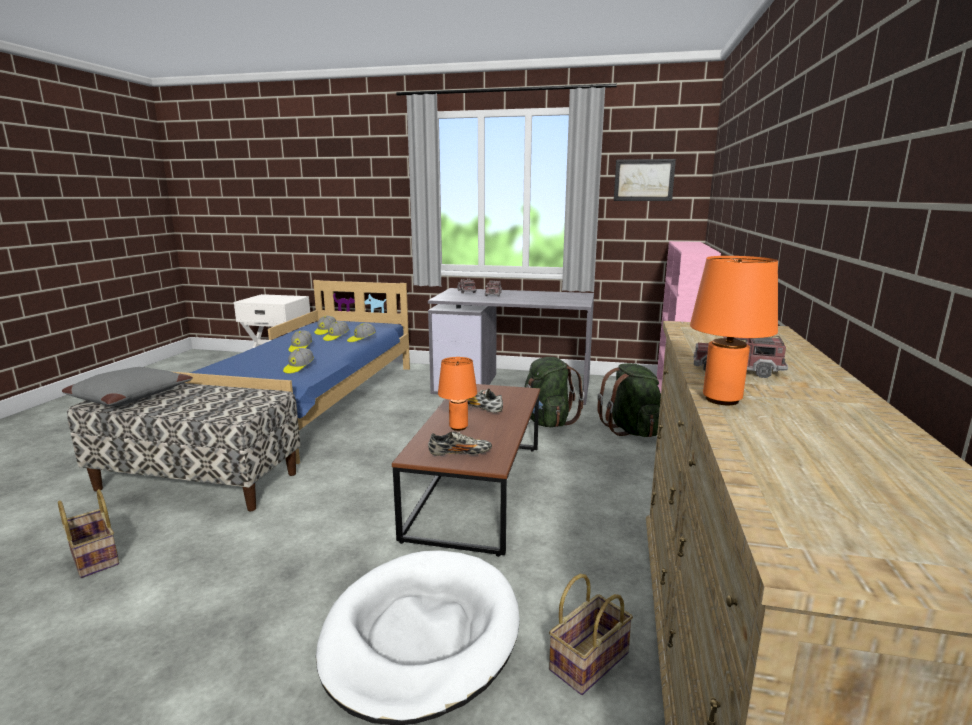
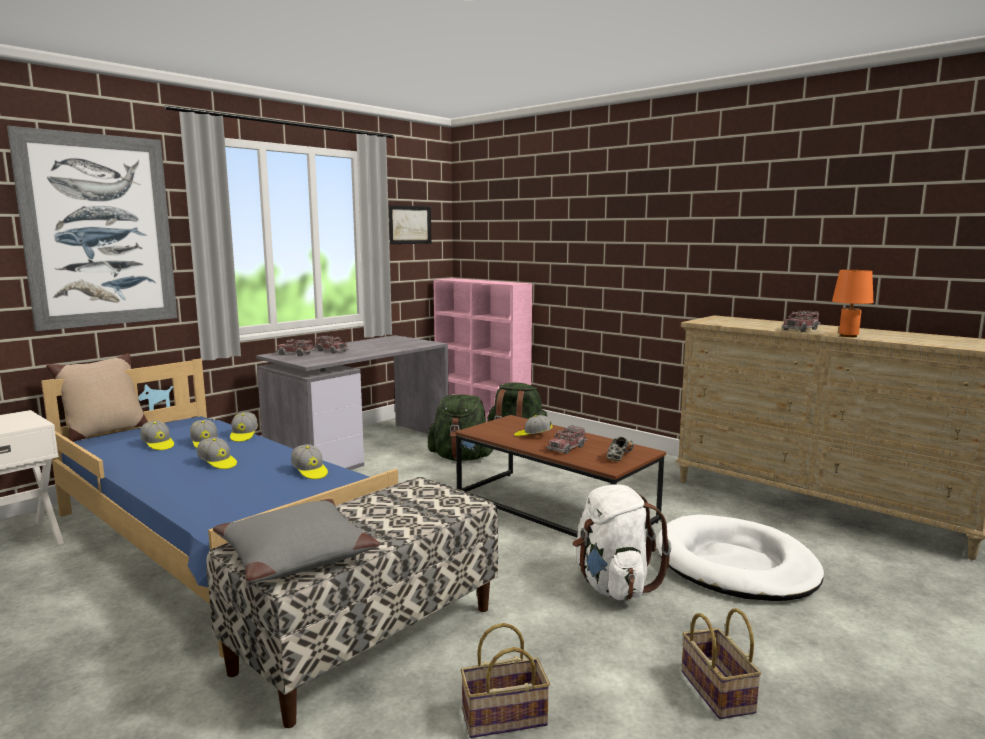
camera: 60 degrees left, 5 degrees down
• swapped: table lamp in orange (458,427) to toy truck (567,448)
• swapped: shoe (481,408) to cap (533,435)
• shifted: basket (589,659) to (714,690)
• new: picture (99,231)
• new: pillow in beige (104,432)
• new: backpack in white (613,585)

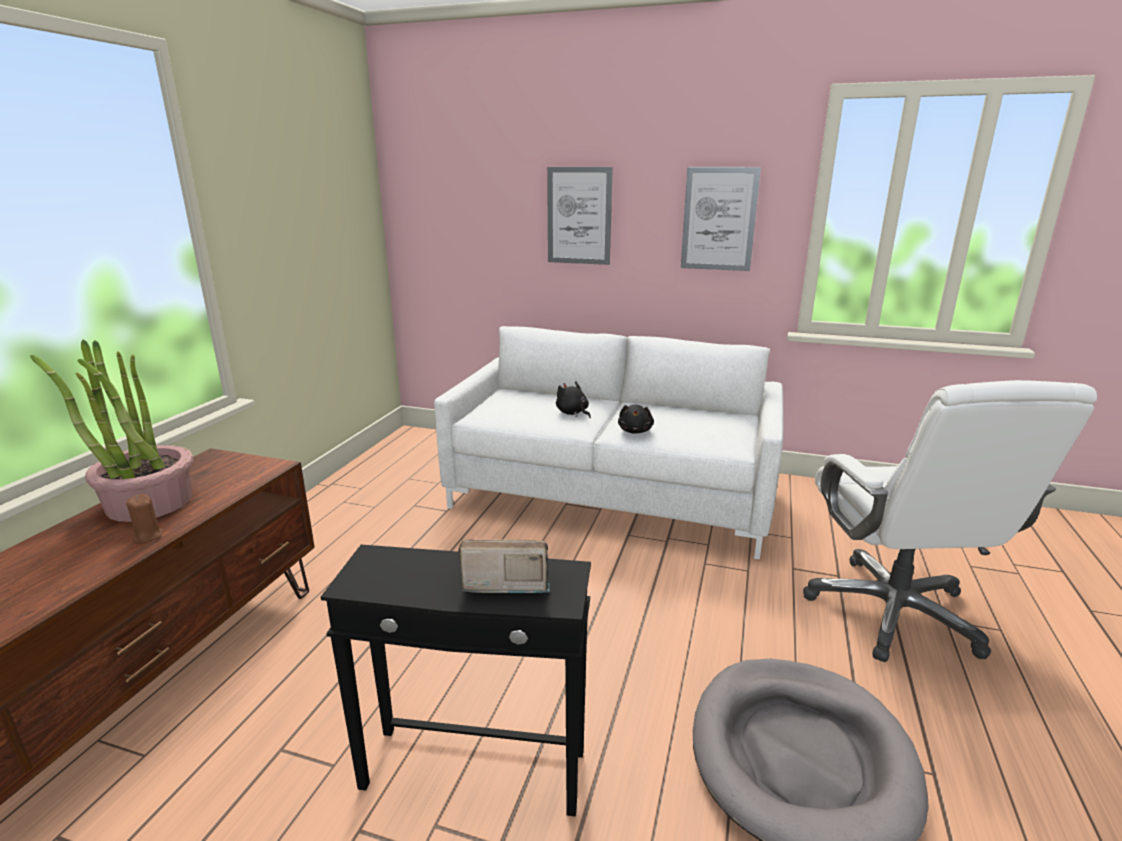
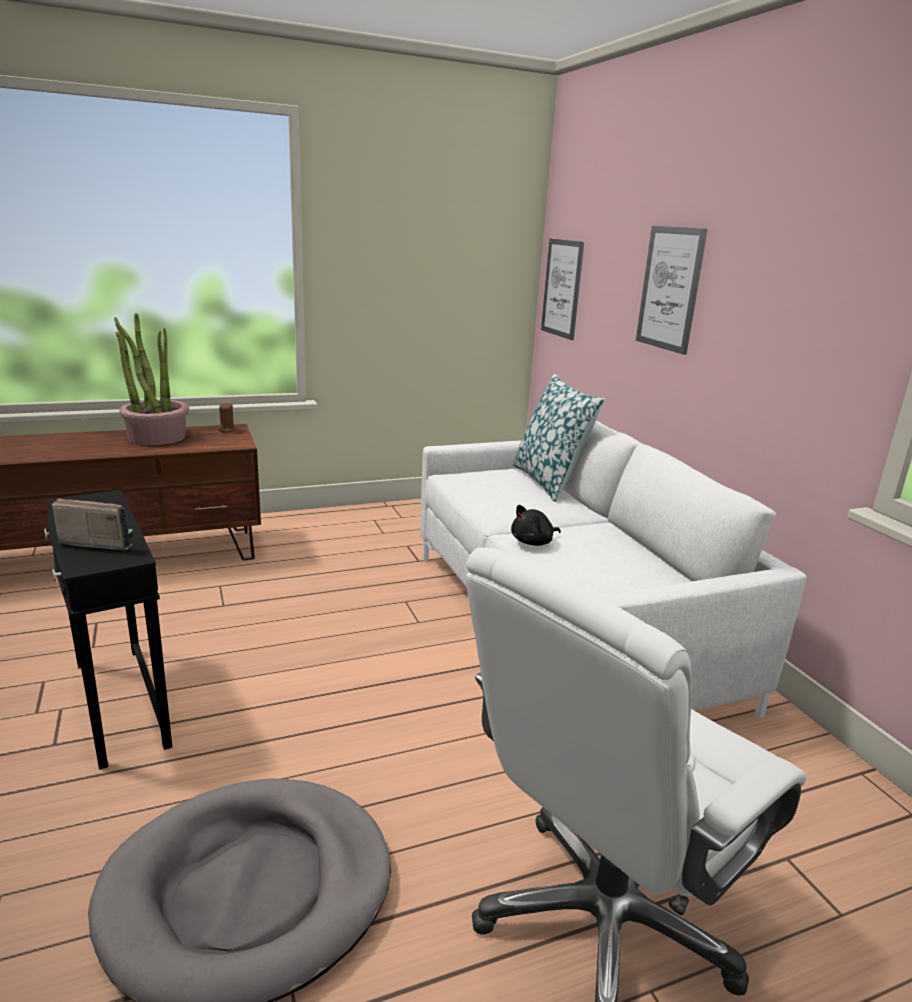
camera: 50 degrees right, 0 degrees up
• shifted: picture (719,219) to (562,288)
• gone: plush toy in black (573,413)
• shifted: candle in brown (147,536) to (227,430)
• rotated: radio (504,582) = (98,541) 45 degrees counterclockwise
• new: pillow (549,481)

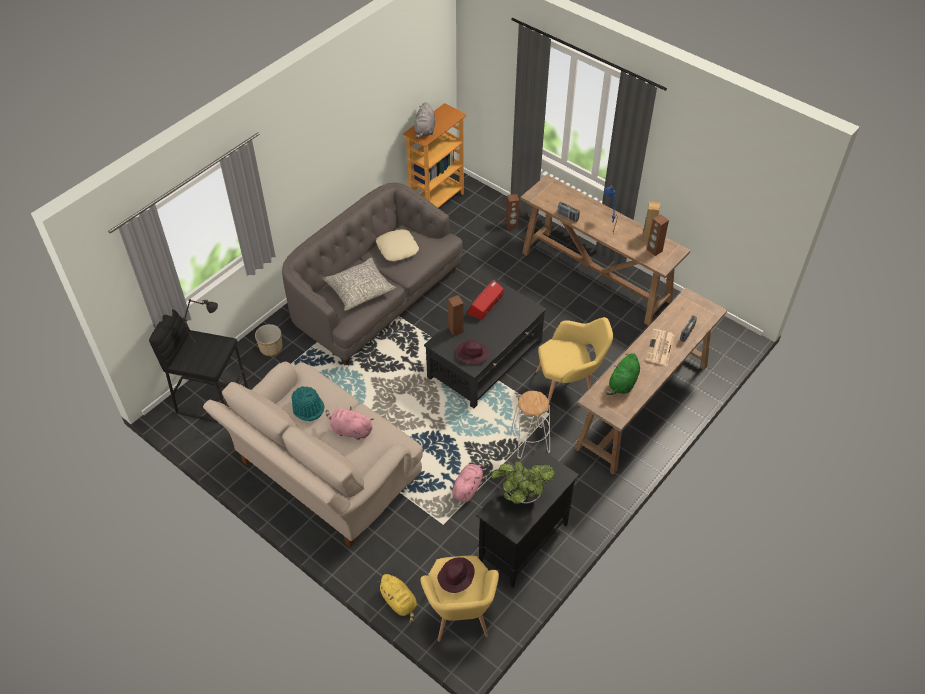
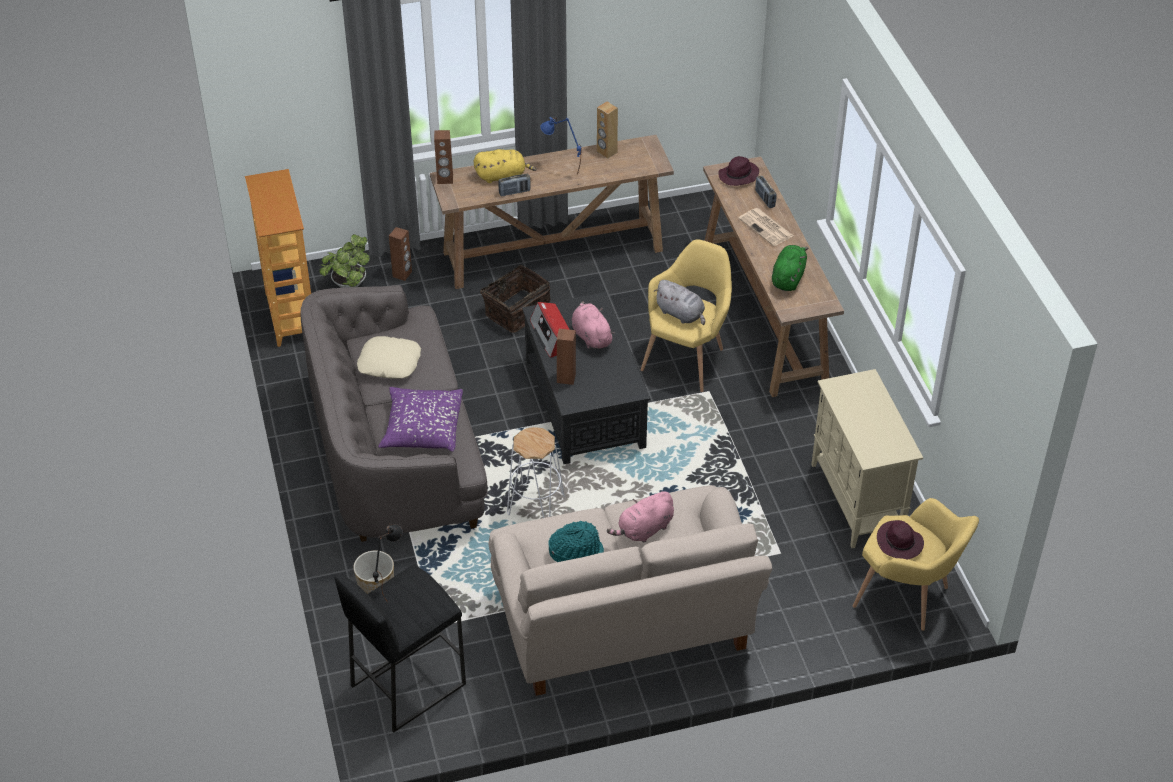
camera: 55 degrees left, 5 degrees down
• shifted: plush toy in grey (425,130) to (681,314)
• shifted: speaker in brown (654,250) to (445,179)
• repainted: pillow in grey (359,289) to pillow in purple (422,427)
• shifted: hat in purple (471,354) to (738,176)
• rotated: plush toy in green (622,384) = (788,278) 135 degrees counterclockwise
• shifted: stool in white (530,442) to (536,505)
• repainted: cabinet in black (523,544) to cabinet in beige (857,501)
• shifted: potted plant (522,495) to (348,286)
• shifted: plush toy in pink (468,487) to (591,336)
• shifted: plush toy in yellow (399,602) to (503,176)
• new: basket (516,311)

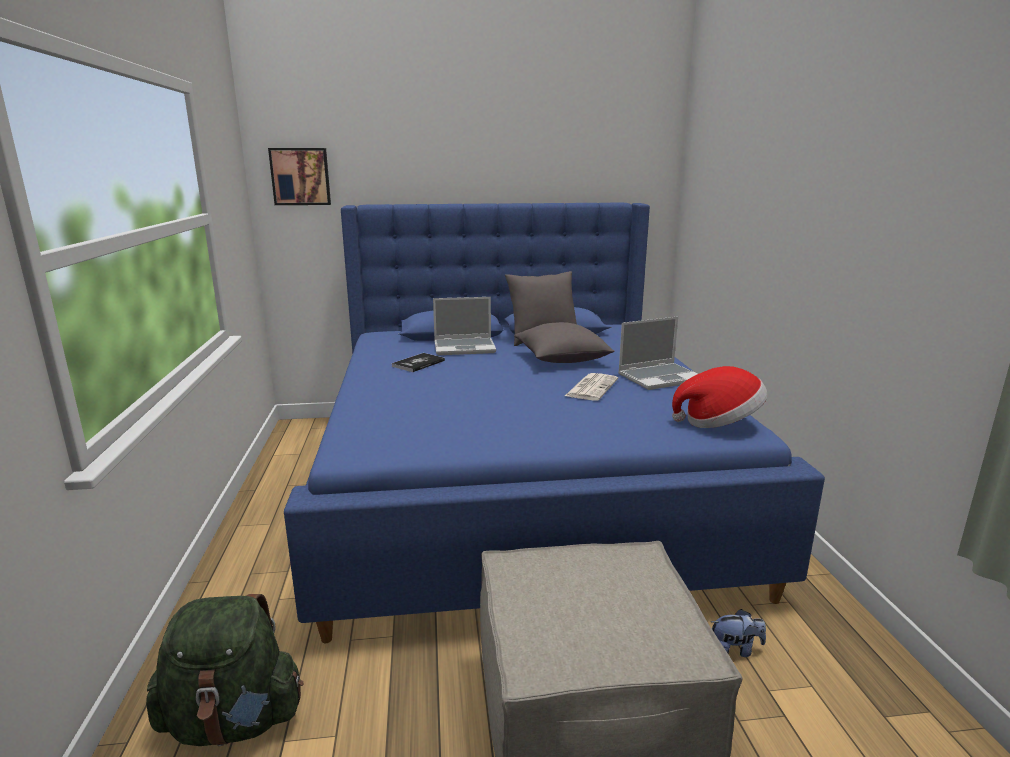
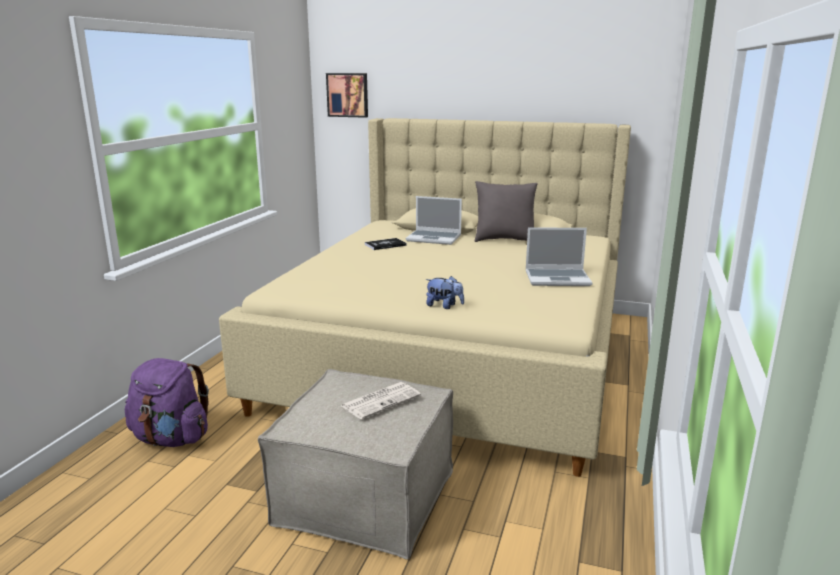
camera: 25 degrees right, 0 degrees up
• repainted: bed in blue (521,487) to bed in beige (454,357)
• gone: pillow in grey (561,360)
• gone: hat (719,423)
• shifted: newspaper (591,387) to (381,400)
• repainted: backpack in green (234,721) to backpack in purple (171,439)
• shifted: plush toy (735,650) to (444,306)

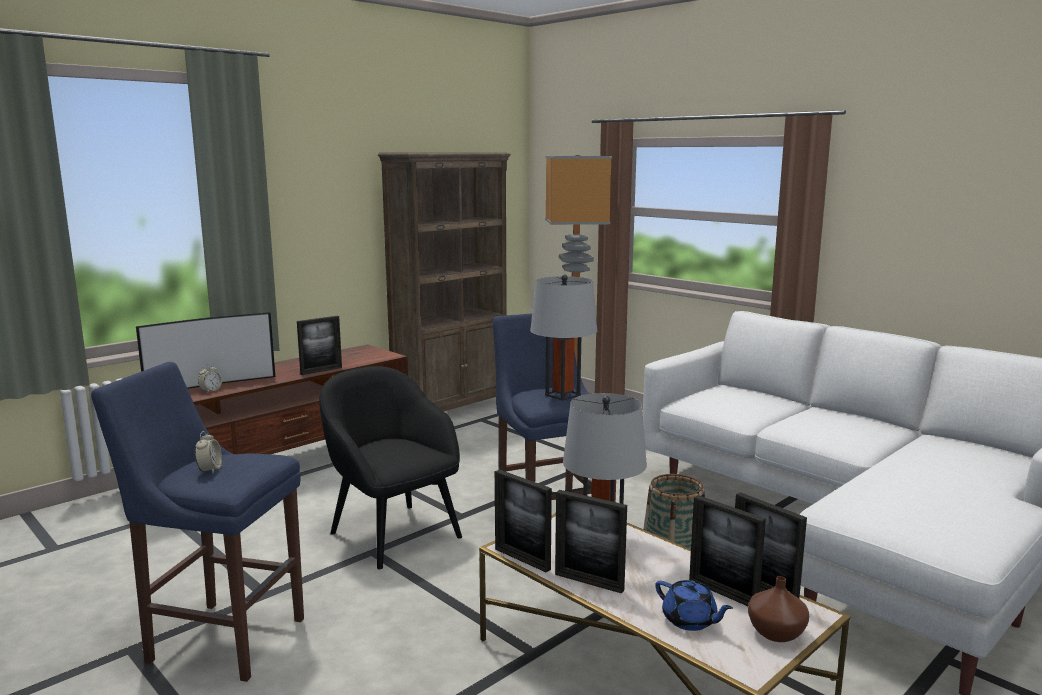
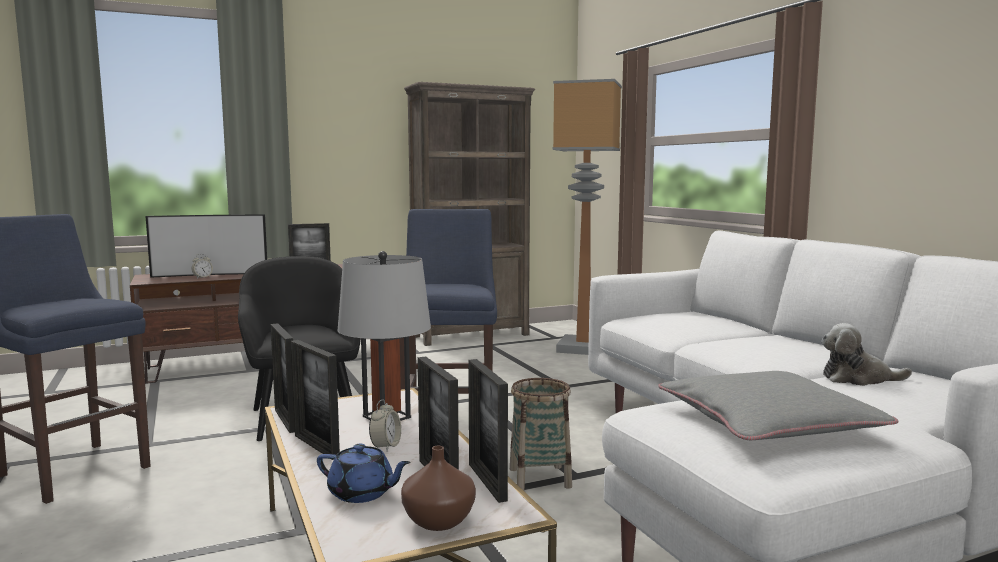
camera: 20 degrees right, 5 degrees down
• gone: table lamp in grey (562,395)
• shifted: alarm clock (210,470) to (385,446)
• rotated: teapot in blue (690,621) = (362,493) 45 degrees counterclockwise
• new: plush toy (858,379)
• new: pillow in grey (768,422)

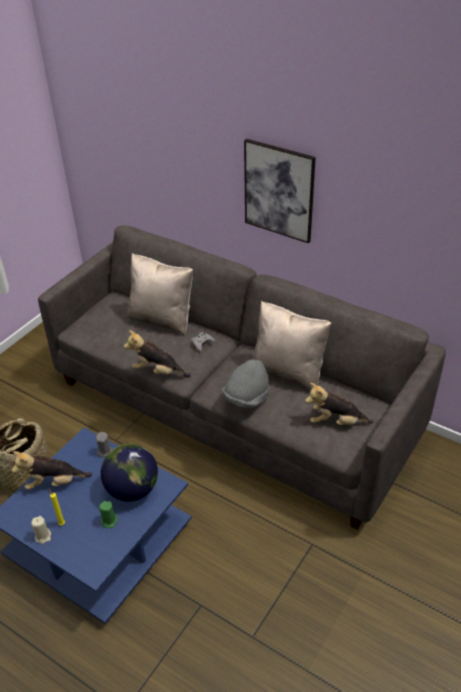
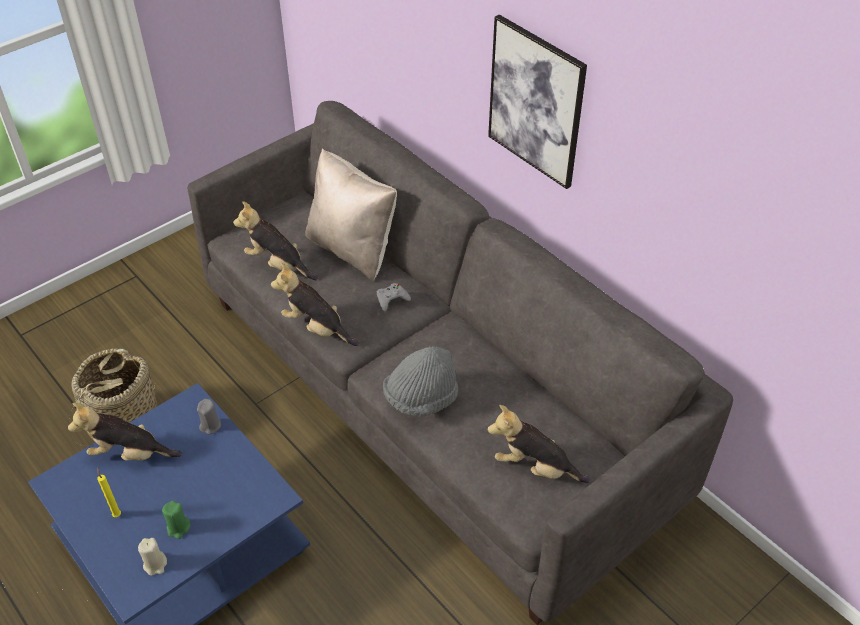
camera: 15 degrees right, 5 degrees up
• gone: pillow in beige (288,371)
• gone: globe (132,489)
• shifted: candle in beige (43,536) to (155,564)
• new: plush toy (278,264)

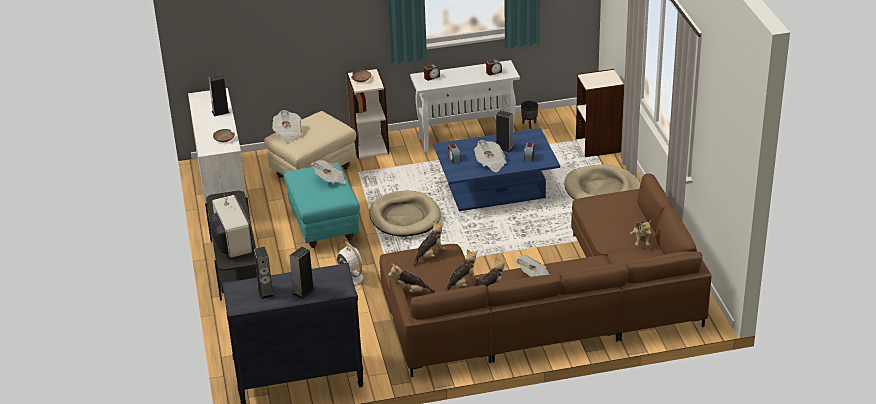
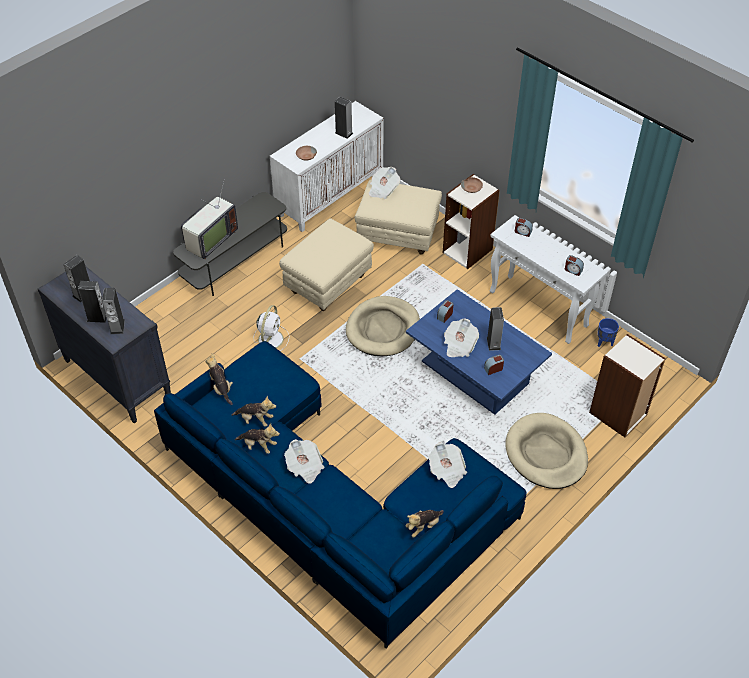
camera: 55 degrees right, 15 degrees up
• repainted: planter in black (529,124) to planter in blue (604,342)
• shifted: newspaper (330,180) to (447,471)
• repainted: ottoman in turquoise (323,226) to ottoman in beige (328,284)
• repainted: sofa in brown (551,305) to sofa in blue (331,502)
• gone: plush toy (430,255)
• new: speaker (117,326)

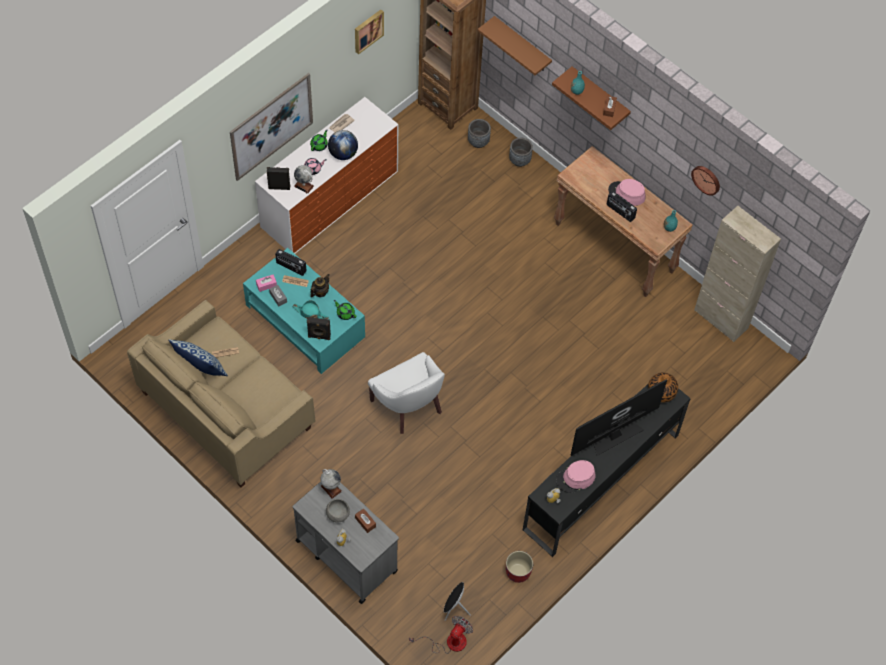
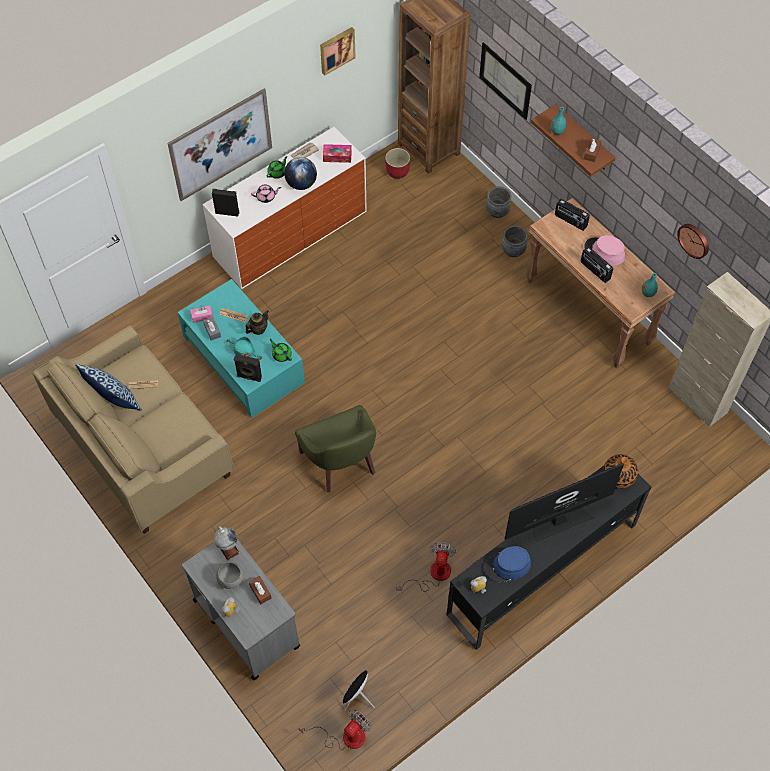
camera: 10 degrees right, 0 degrees up
• swapped: shelf in brown (522,45) to picture (505,81)
• shifted: planter in grey (478,141) to (513,250)
• gone: globe (304,186)
• shifted: radio (291,267) to (570,221)
• repainted: armchair in white (409,405) to armchair in green (341,462)
• repainted: hat in pink (575,478) to hat in blue (507,566)
• shifted: planter in red (517,573) to (397,172)
• new: tissue box (337,156)
• new: fan (433,575)

